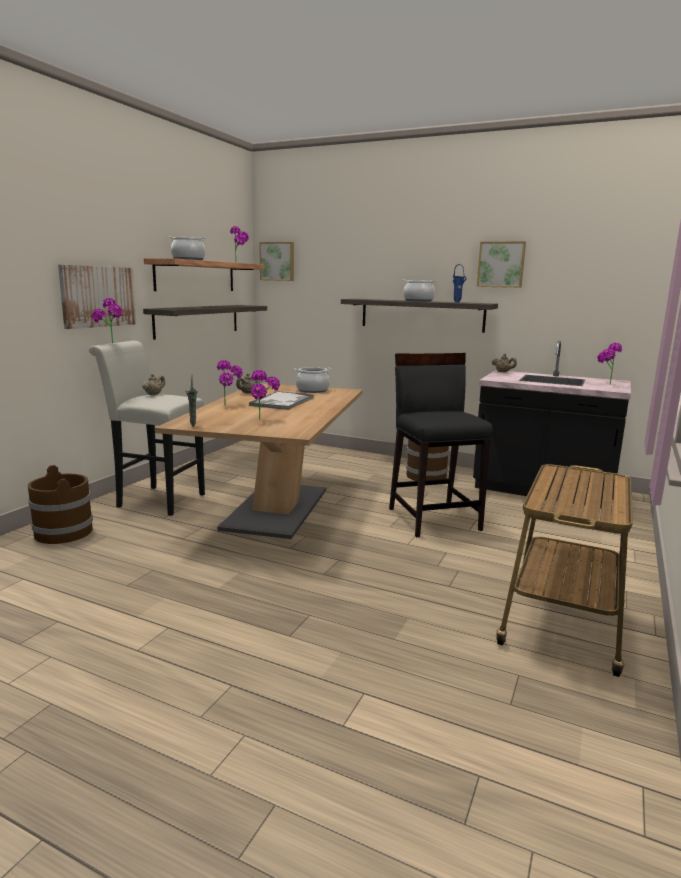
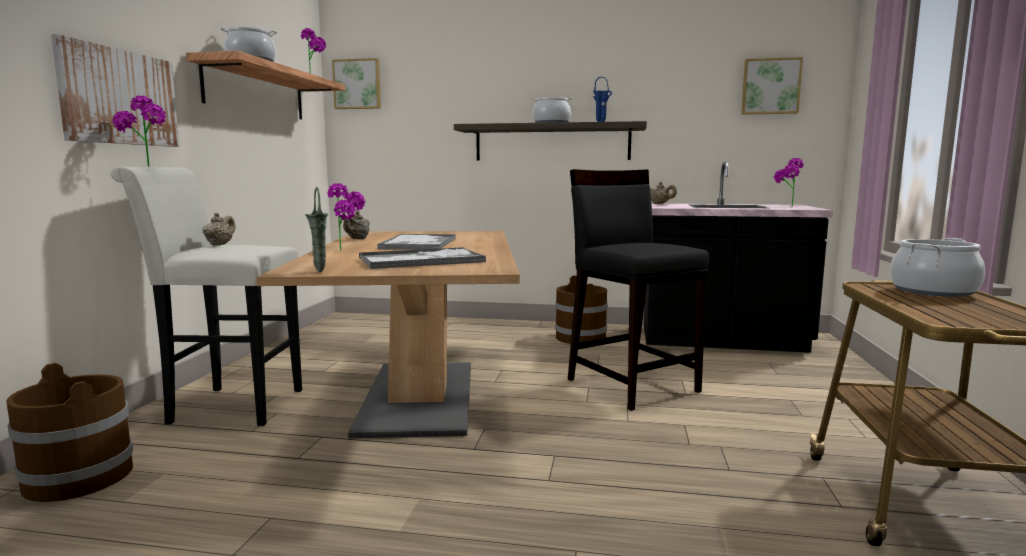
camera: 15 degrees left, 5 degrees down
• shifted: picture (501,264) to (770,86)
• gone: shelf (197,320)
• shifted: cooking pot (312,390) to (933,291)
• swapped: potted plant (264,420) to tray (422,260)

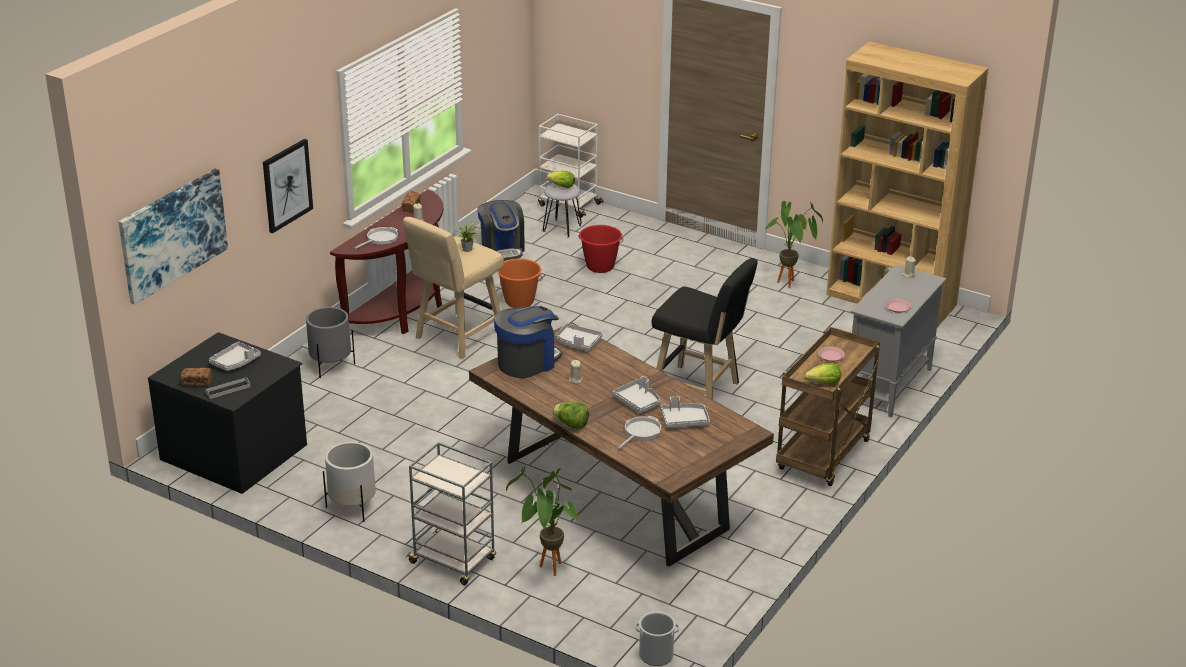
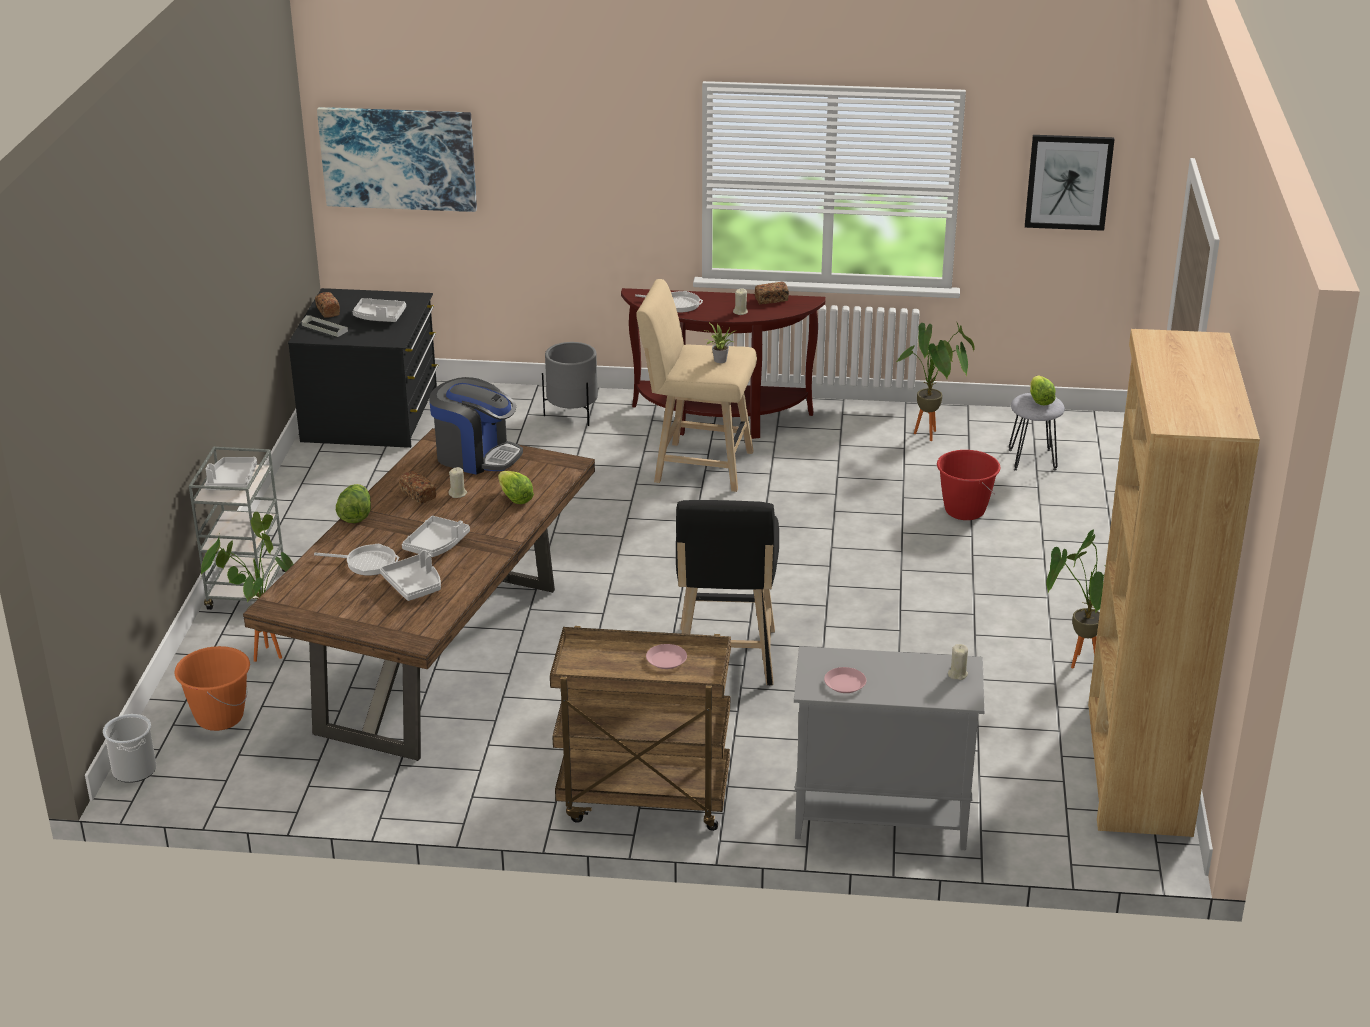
camera: 65 degrees right, 0 degrees up
• gone: cart in white (568,204)
• shifted: picture (287,185) to (1068,182)
• swapped: coffee machine (502,249) to potted plant (932,436)
• shifted: bucket in orange (519,302) to (219,717)
• shifted: tray in grey (577,342) to (232,481)
• shifted: lettuce (824,383) to (515,499)
• gone: planter in white (352,507)
• new: bread (418,494)

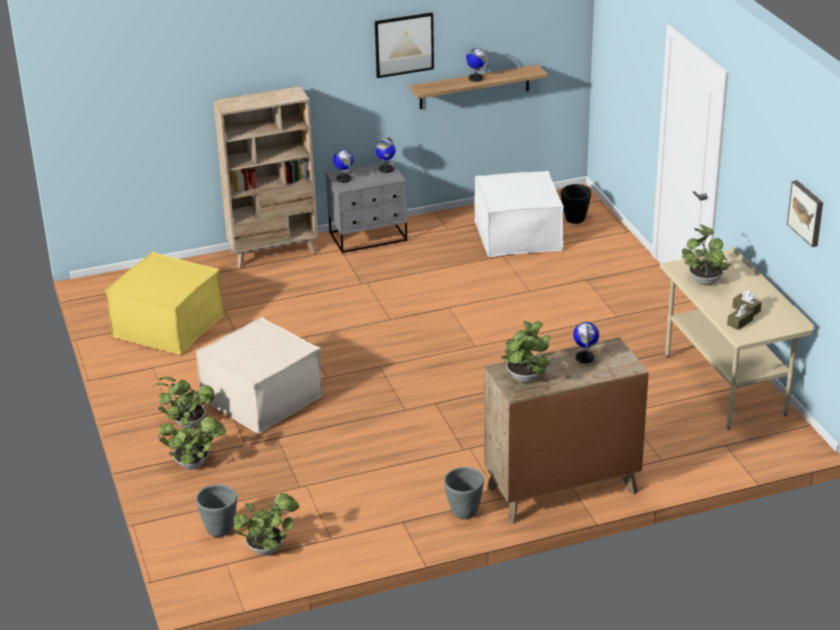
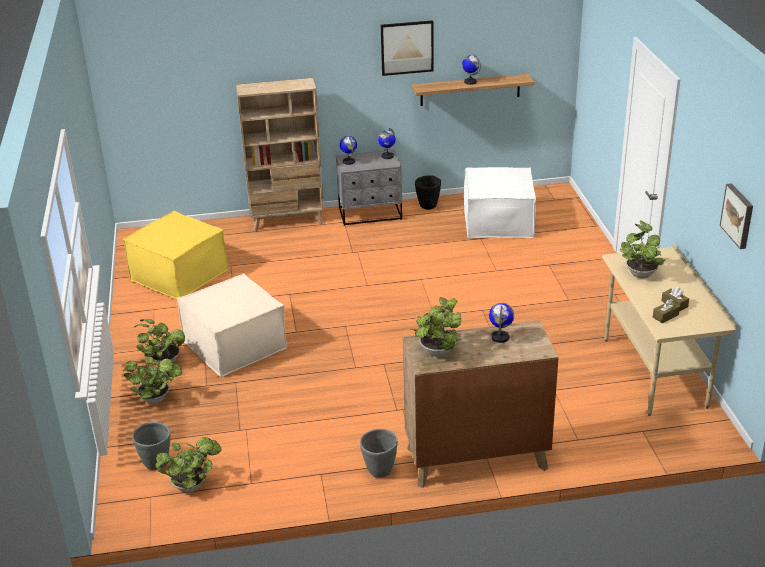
camera: 10 degrees right, 0 degrees up
• shifted: planter in black (575,220) to (428,206)

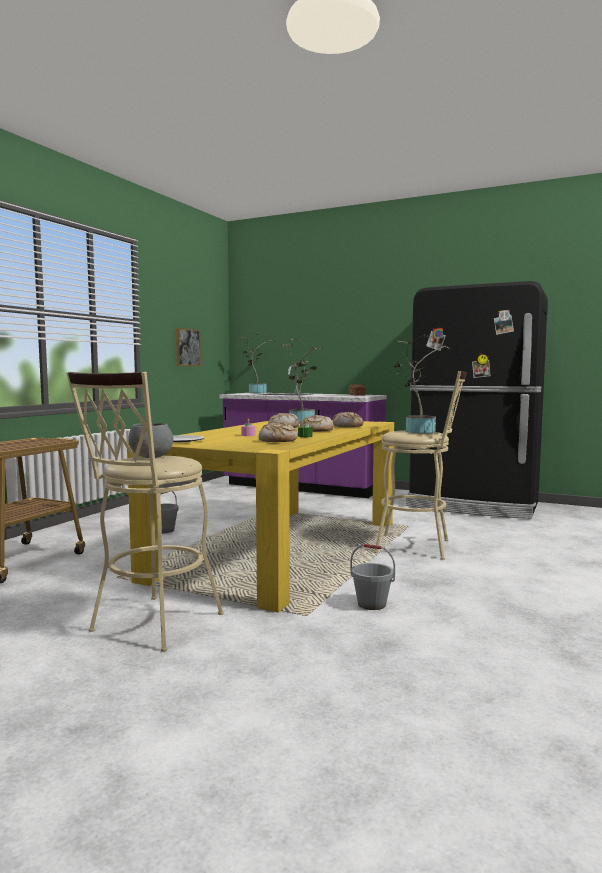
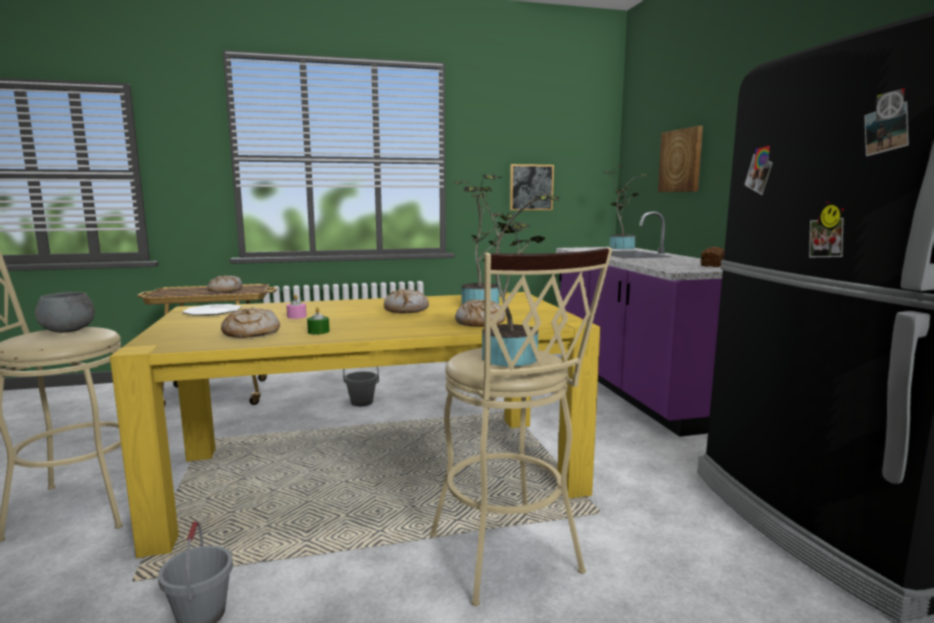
camera: 50 degrees right, 5 degrees up
• shifted: bread (316,430) to (225,290)
• new: picture (681,161)

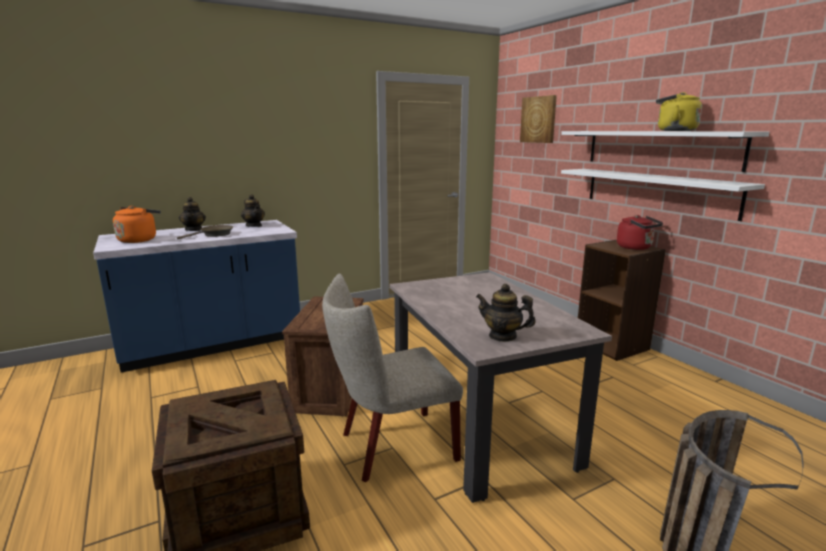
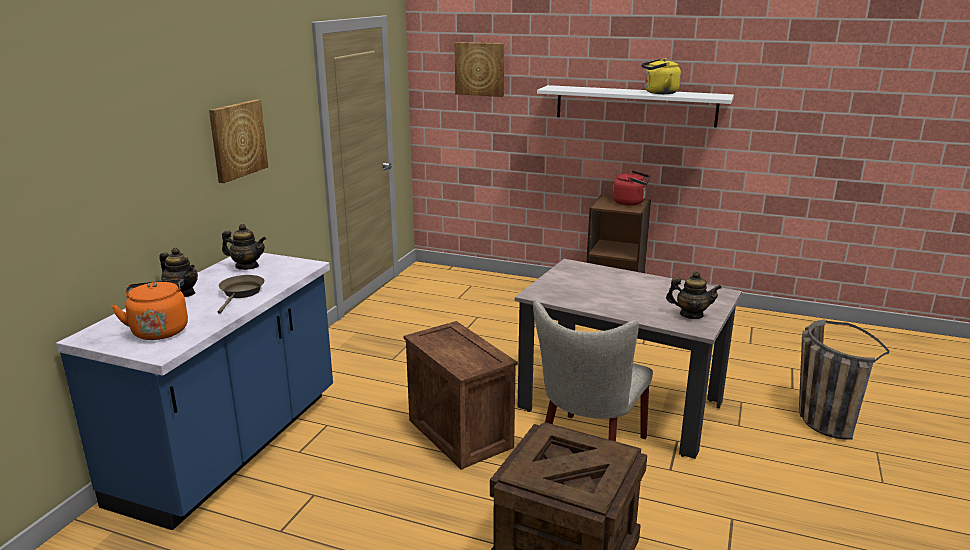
camera: 40 degrees left, 5 degrees up
• gone: shelf in white (657,191)
• rotated: teapot (503,336) = (691,315) 150 degrees counterclockwise
• new: picture (237,140)

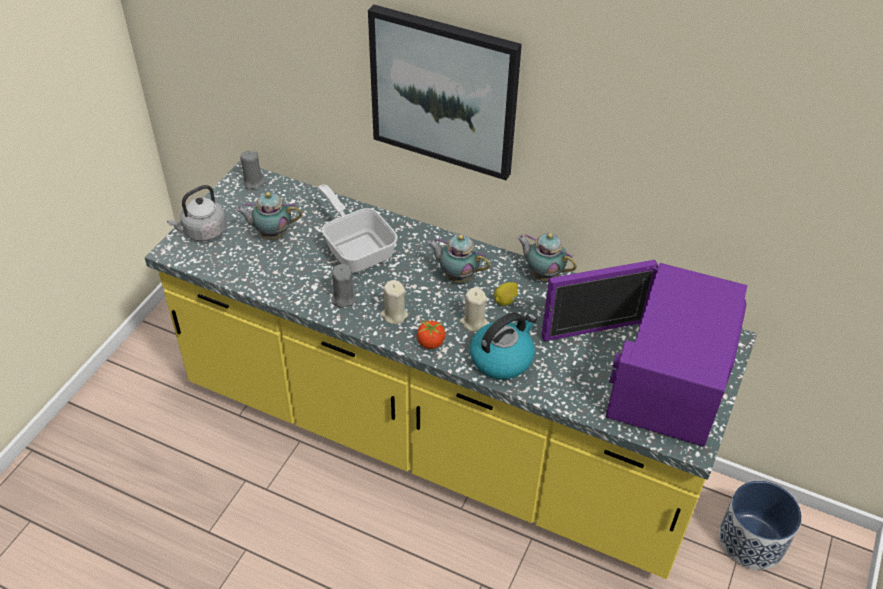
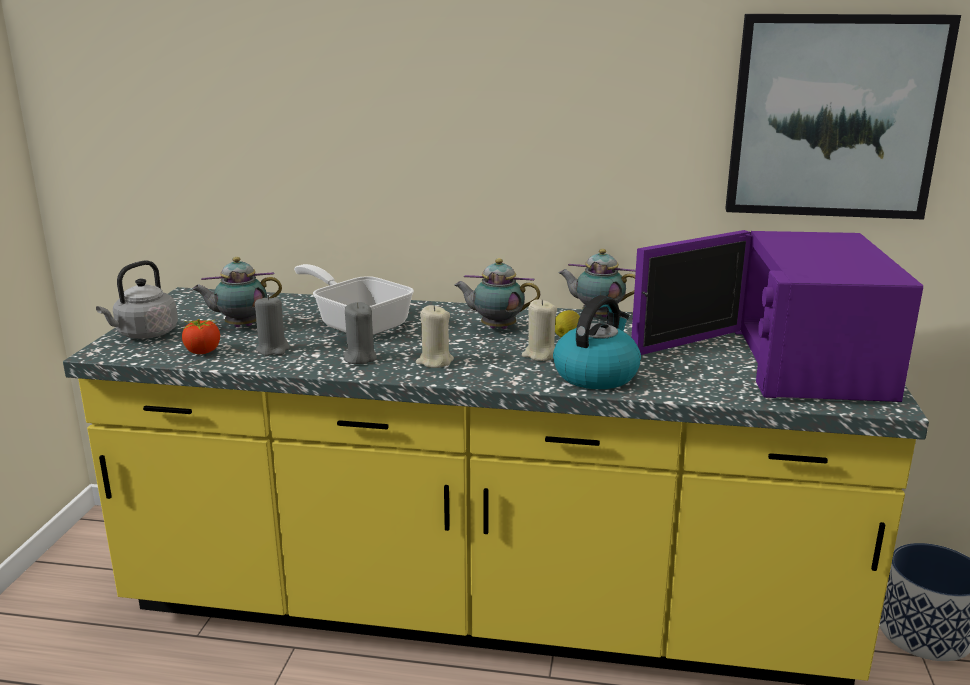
camera: 15 degrees left, 25 degrees down
• shifted: picture (444,92) to (834,117)
• shifted: candle in grey (253,182) to (273,349)
• shifted: tomato (431,343) to (203,351)

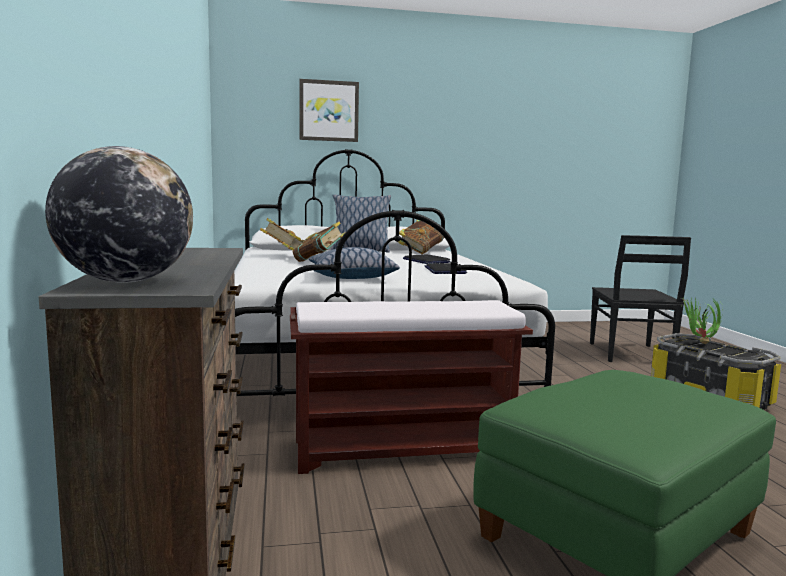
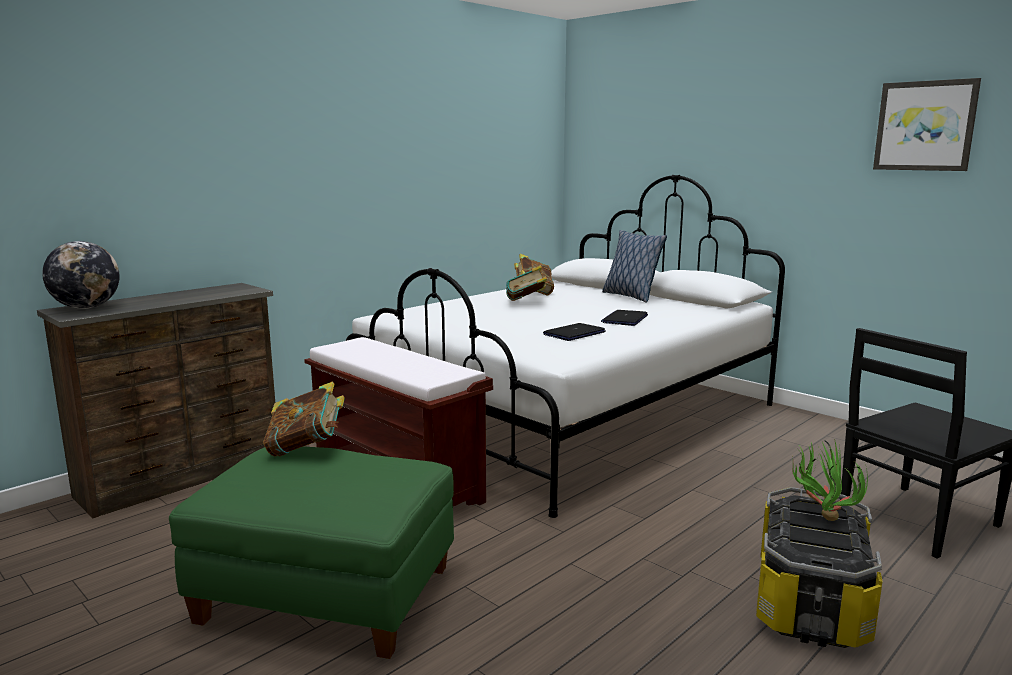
camera: 55 degrees right, 5 degrees up
• shifted: picture (329,111) to (925,126)
• shifted: book (421,252) to (307,449)
• gone: pillow (351,276)

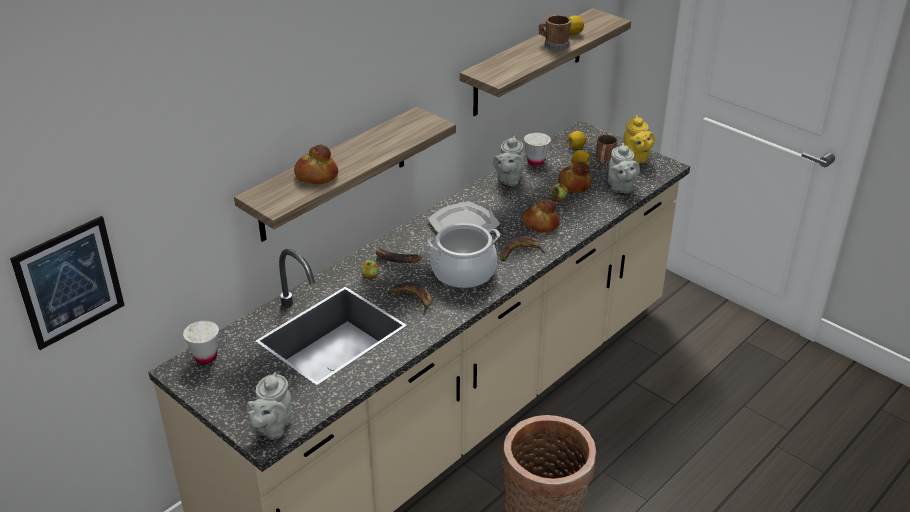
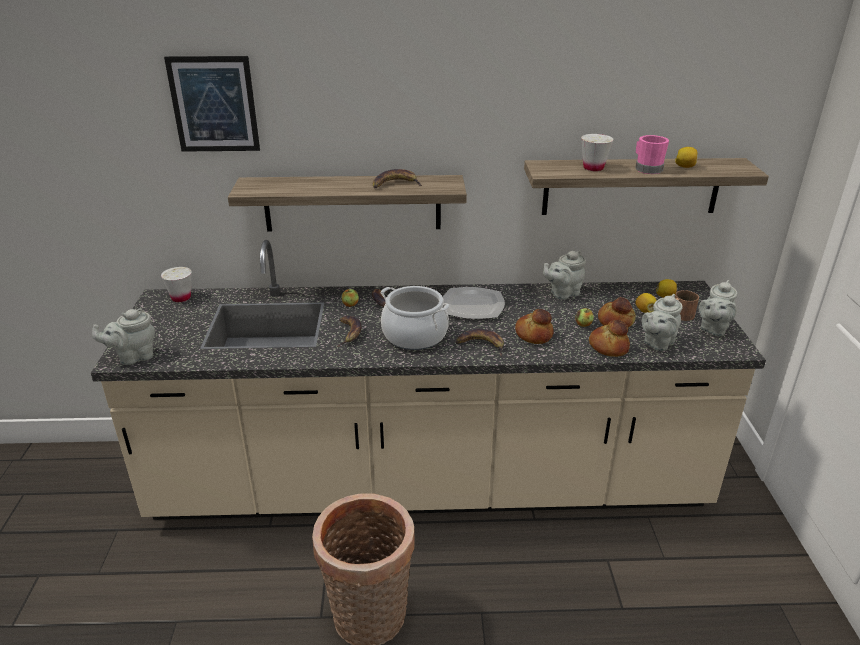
camera: 45 degrees right, 5 degrees down
• repainted: mug in brown (553,45) to mug in pink (646,168)
• repainted: teapot in yellow (636,158) to teapot in grey (713,329)
• shifted: cup in white (536,161) to (593,168)
• shifted: bread (316,175) to (608,347)
• shifted: picture (69,282) to (214,104)
• new: banana (395,184)

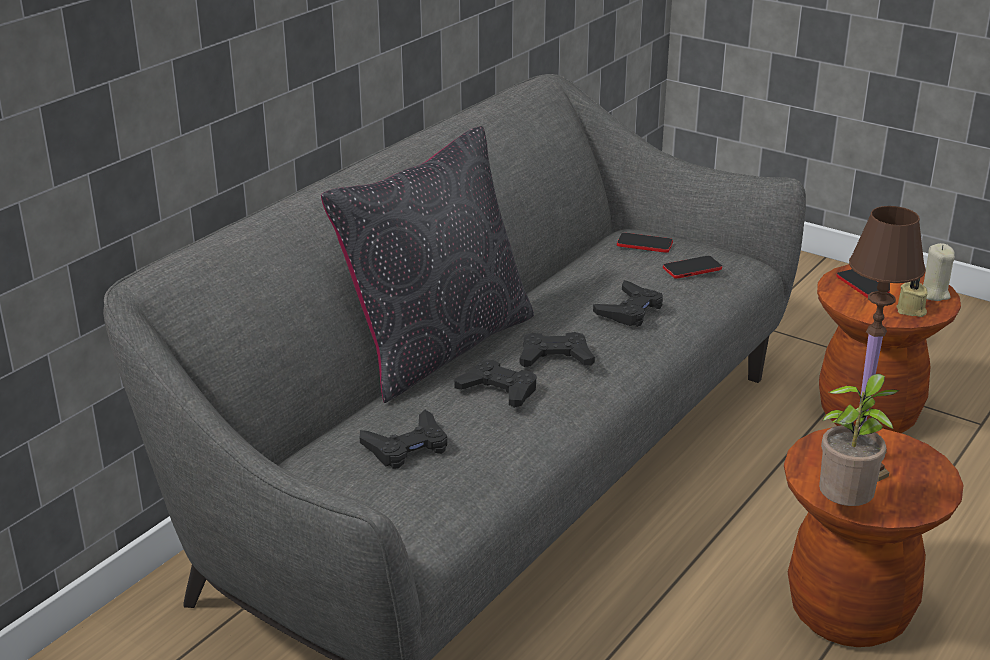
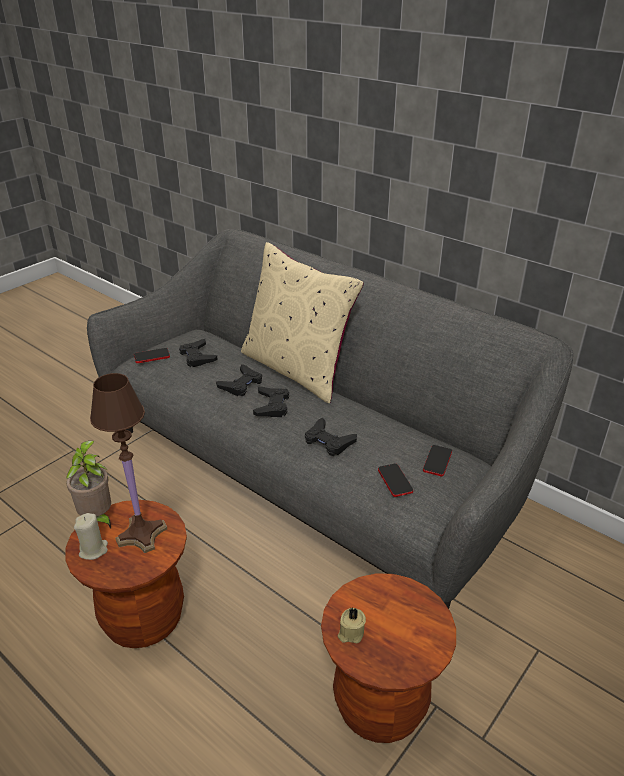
camera: 95 degrees right, 5 degrees up
• repainted: pillow in black (437,346) to pillow in beige (297,369)
• shifted: candle in beige (933,294) to (93,550)
• shifted: phone (862,284) to (152,356)

